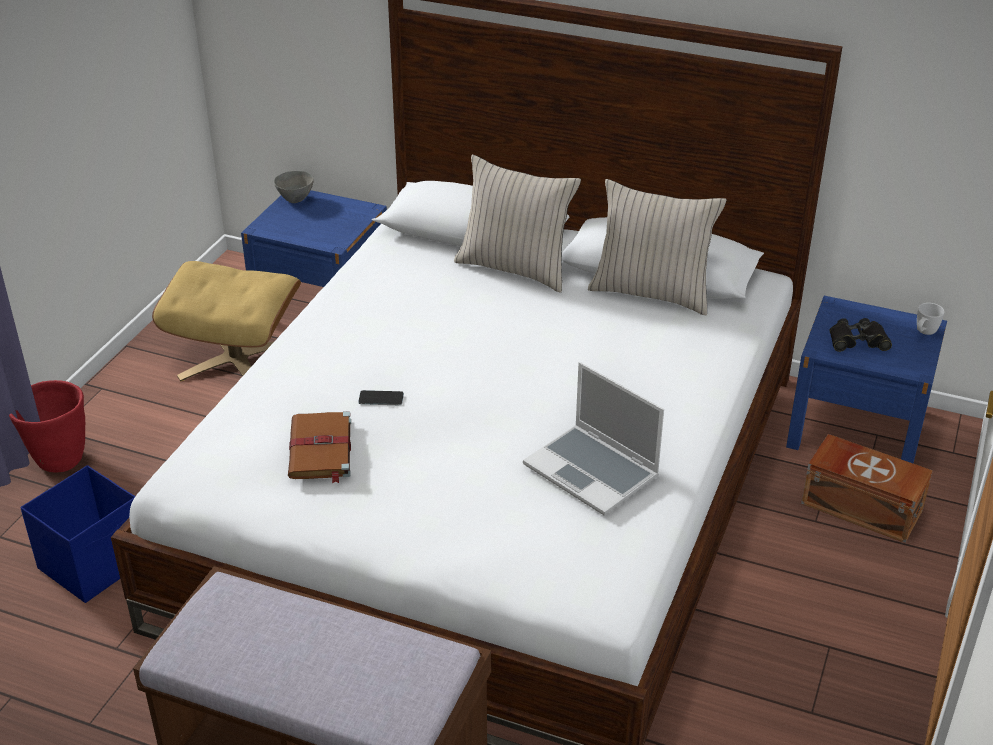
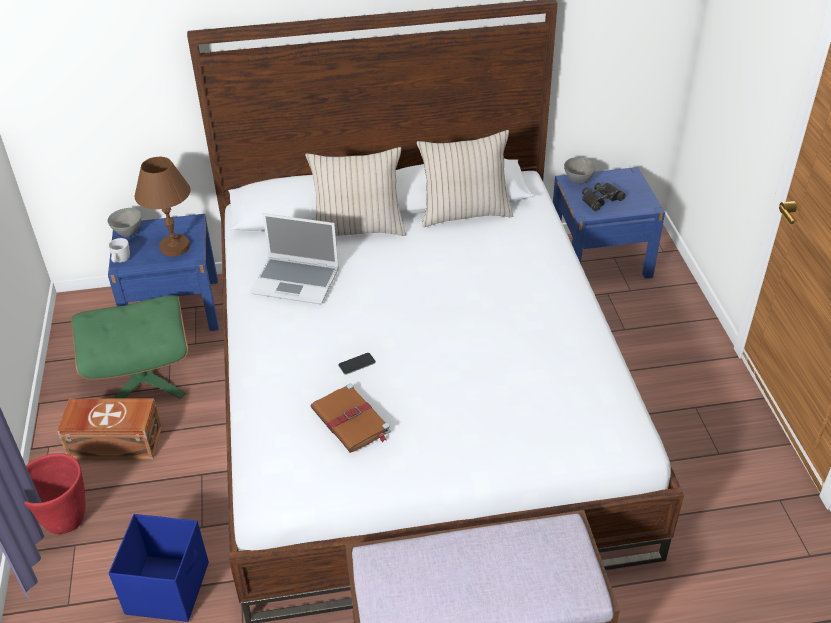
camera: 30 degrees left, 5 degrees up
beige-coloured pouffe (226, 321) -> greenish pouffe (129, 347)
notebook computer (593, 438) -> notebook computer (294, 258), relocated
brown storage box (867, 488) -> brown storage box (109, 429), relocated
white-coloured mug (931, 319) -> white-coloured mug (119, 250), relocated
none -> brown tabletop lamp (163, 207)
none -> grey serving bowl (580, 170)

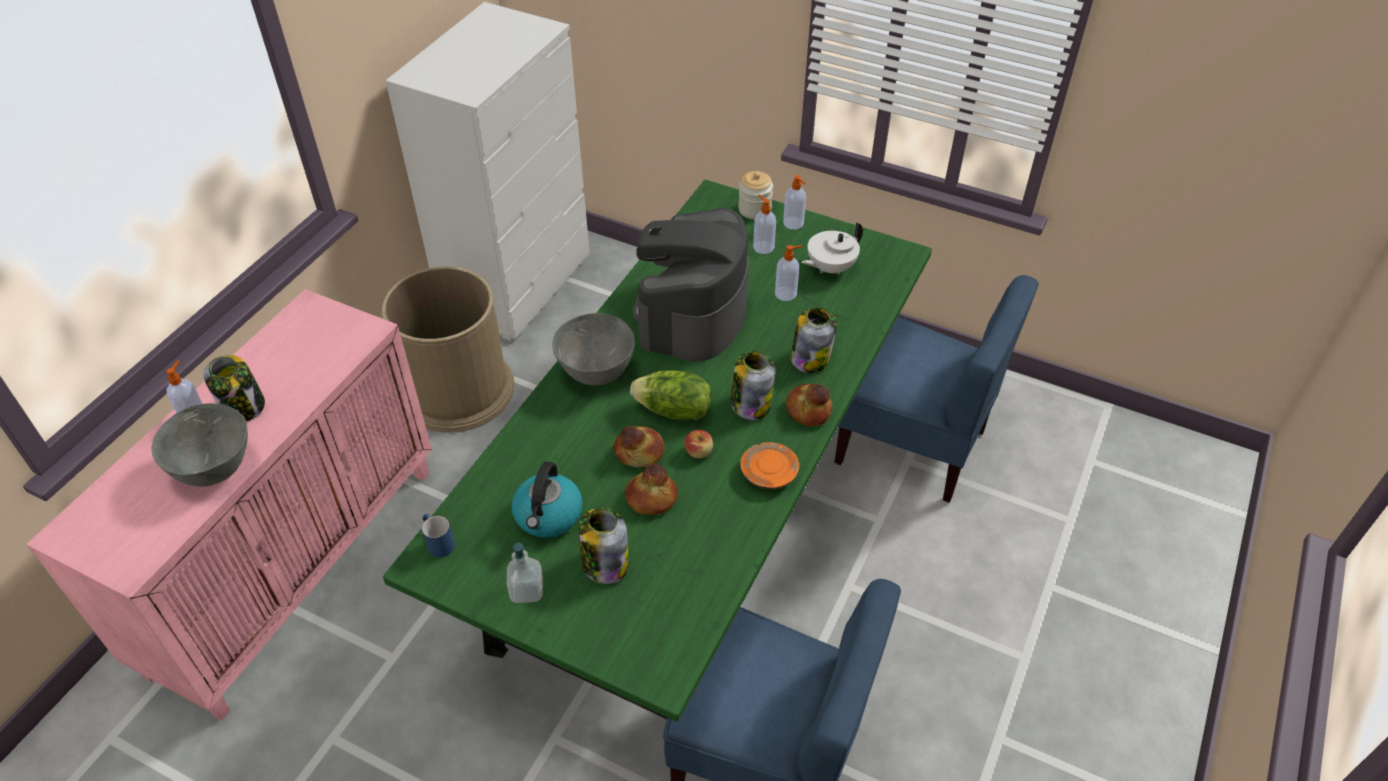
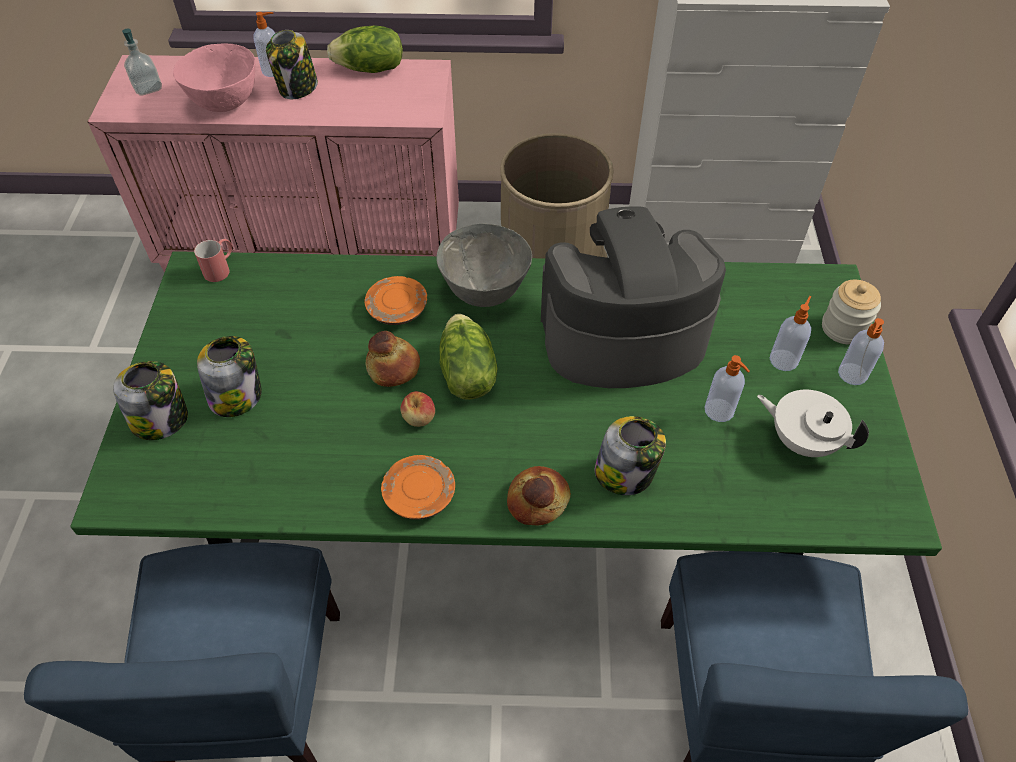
camera: 65 degrees right, 5 degrees up
grey serving bowl (199, 445) -> pink-coloured serving bowl (214, 78)
bluish mug (438, 535) -> red mug (213, 260)
liquid soap bottle (525, 573) -> liquid soap bottle (142, 62), relocated
kettle (547, 499) -> none
bakery bread (651, 489) -> none
jar (753, 385) -> jar (150, 400), relocated
none -> lettuce (365, 49)
none -> orangey dinner plate (396, 300)

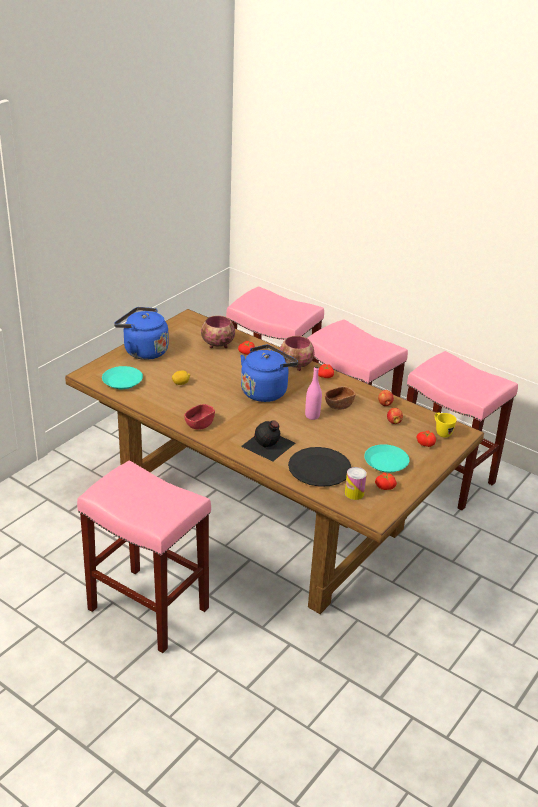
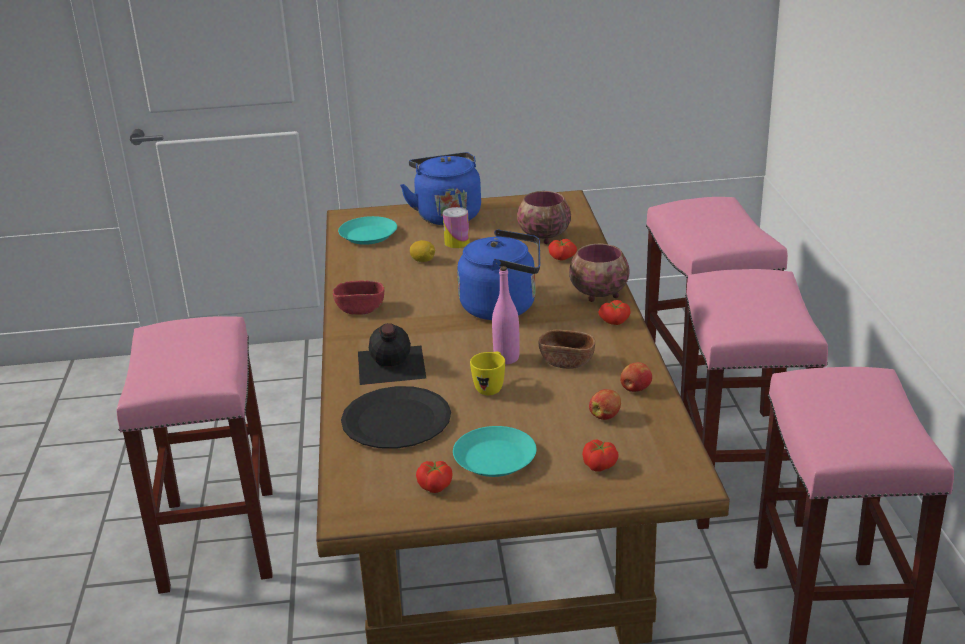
camera: 50 degrees right, 5 degrees down
can (356, 483) -> can (456, 227), relocated
yellowish mug (446, 424) -> yellowish mug (487, 373), relocated

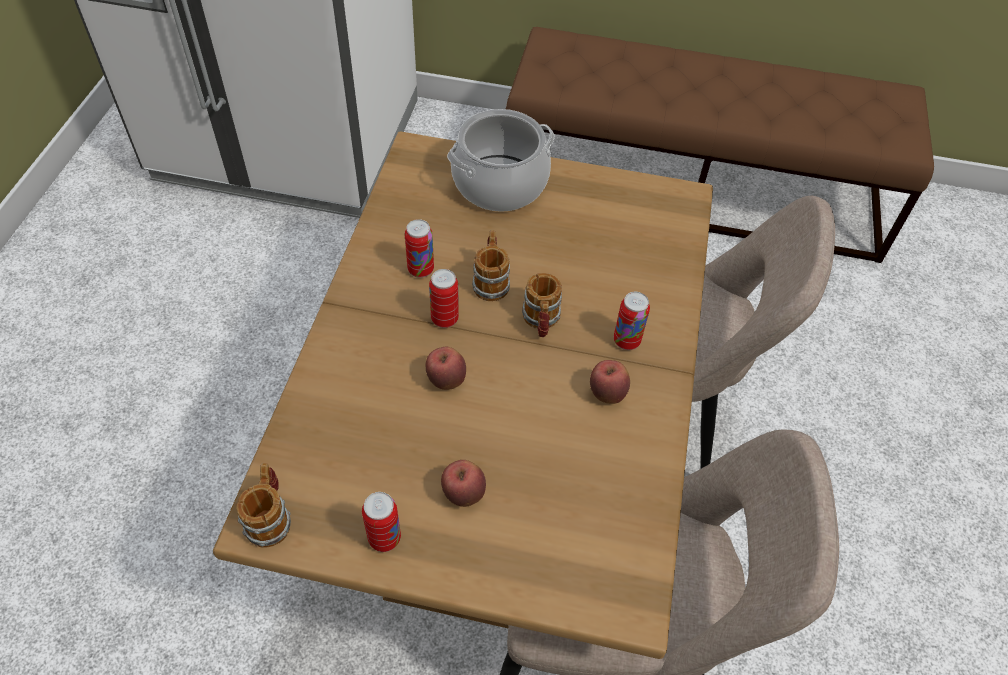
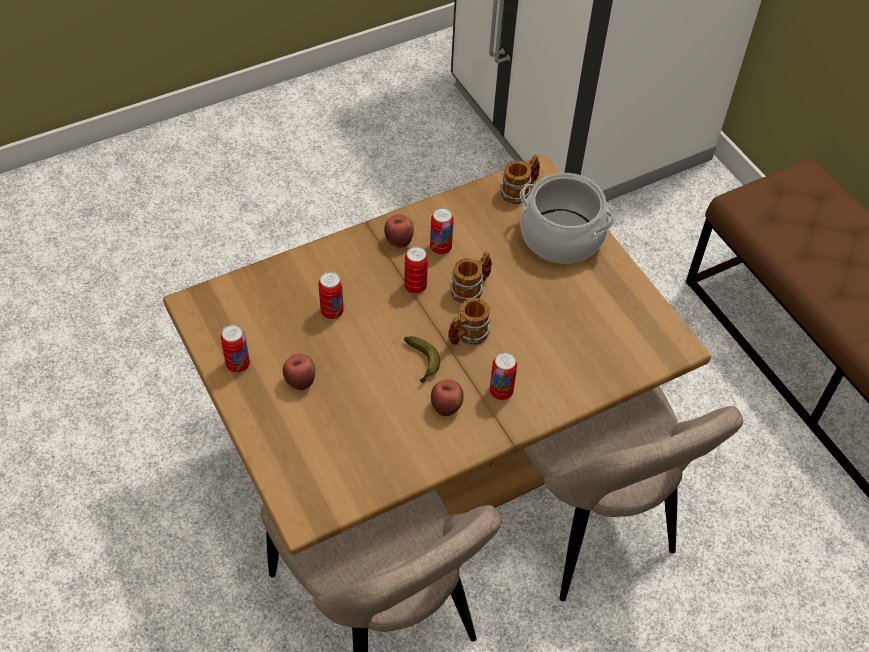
camera: 50 degrees right, 0 degrees up
mug (263, 505) -> mug (520, 179), relocated
apple (446, 368) -> apple (399, 231), relocated
none -> can (331, 295)
none -> whole banana (422, 360)

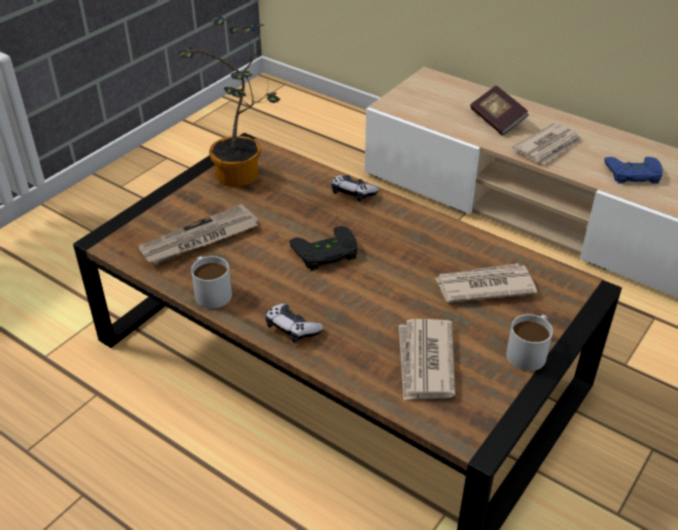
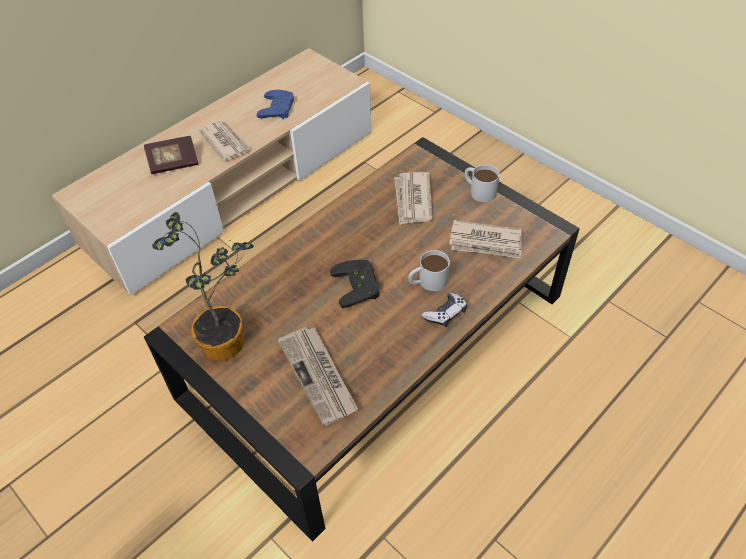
camera: 80 degrees left, 10 degrees up
white-coloured mug (211, 282) -> white-coloured mug (429, 270), relocated
gamepad (355, 188) -> none

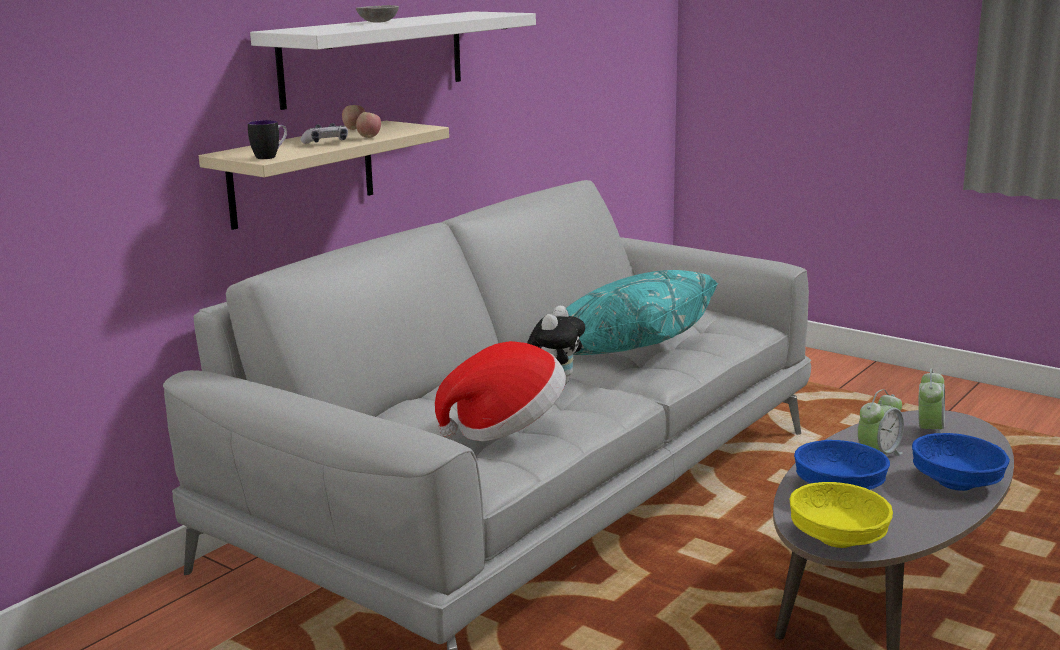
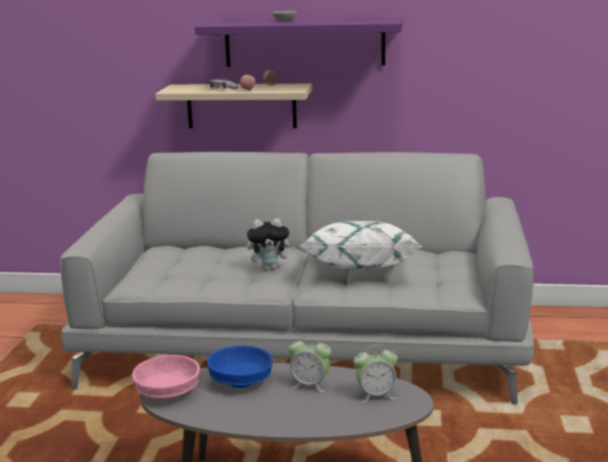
camera: 60 degrees right, 0 degrees up
mug (267, 139) -> none
white-coloured wall shelf (393, 60) -> purple-coloured wall shelf (299, 42)
wearable hat (500, 391) -> none
turquoise-coloured pillow (642, 312) -> white-coloured pillow (361, 245)
yellowish serving bowl (841, 515) -> pink-coloured serving bowl (166, 377)
bluish serving bowl (961, 462) -> none

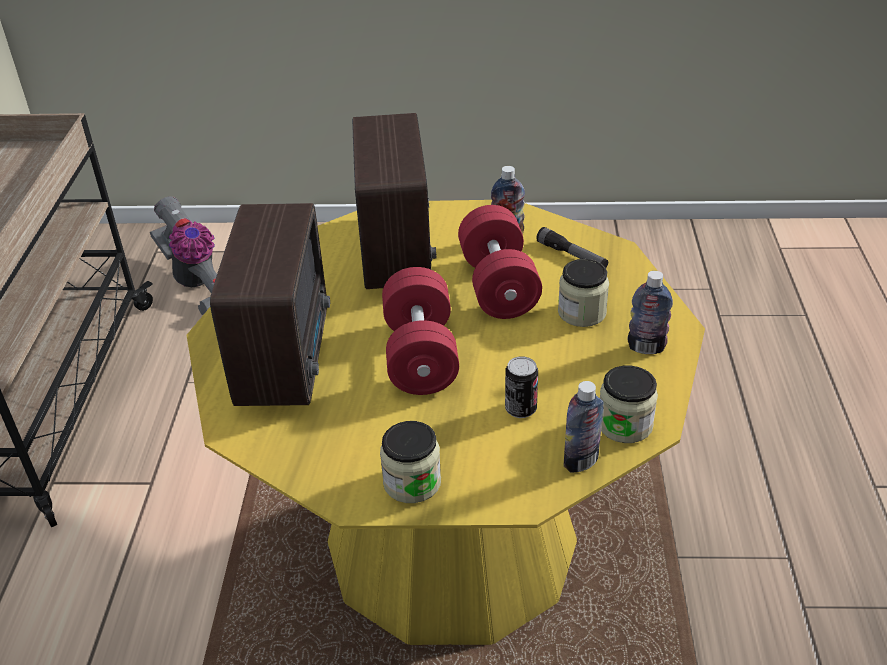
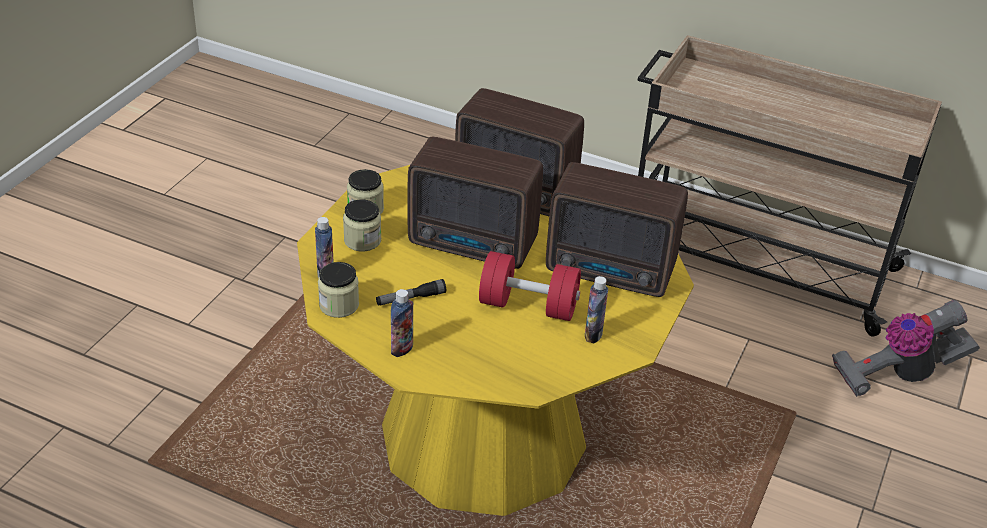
camera: 110 degrees right, 0 degrees up
red free weight (420, 331) -> radio (475, 203)
can (521, 387) -> none
flashlight (572, 247) -> flashlight (411, 292), relocated
jar (583, 293) -> jar (362, 225), relocated

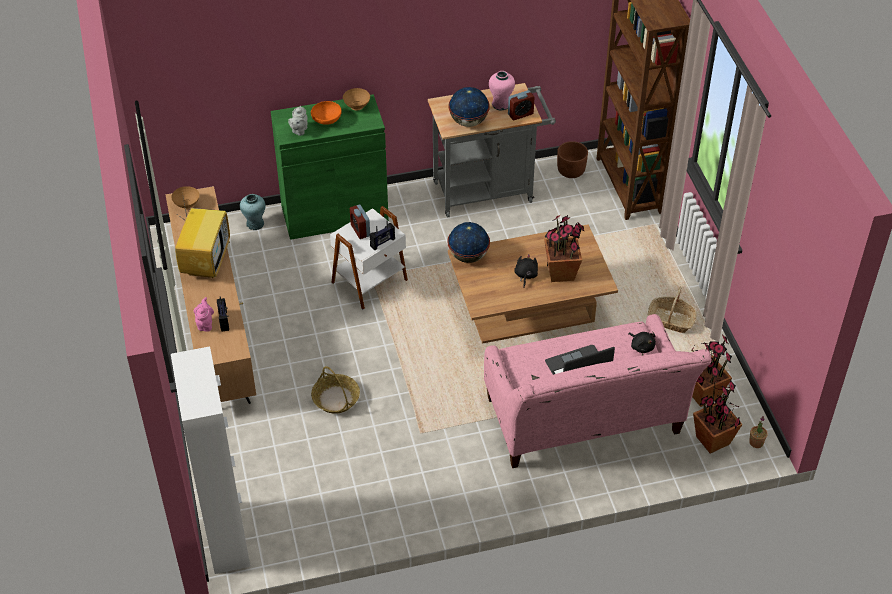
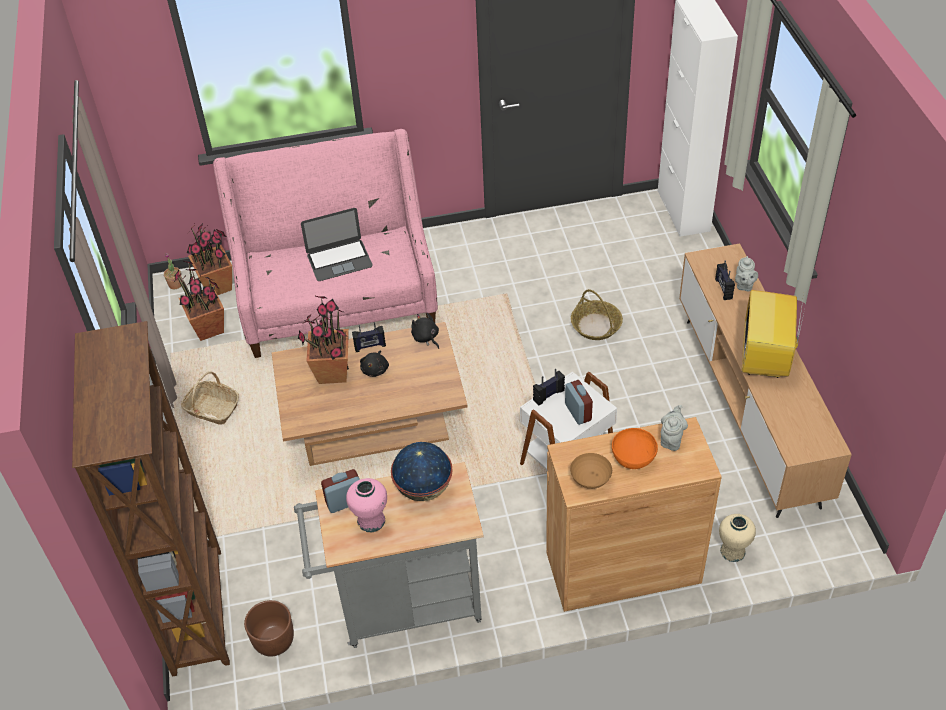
camera: 175 degrees left, 0 degrees up
brown serving bowl (185, 197) -> none
pink-coloured pot for tea (204, 314) -> grey pot for tea (746, 273)
turquoise-coloured flower vase (253, 212) -> beige-coloured flower vase (737, 538)
greenish cabinet (330, 167) -> brown cabinet (634, 514)
globe (468, 242) -> none
black soft toy (642, 342) -> black soft toy (425, 331), relocated
none -> radio (369, 337)

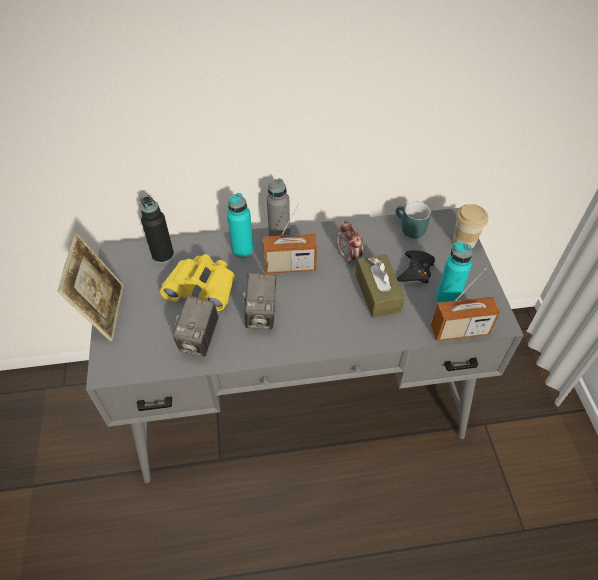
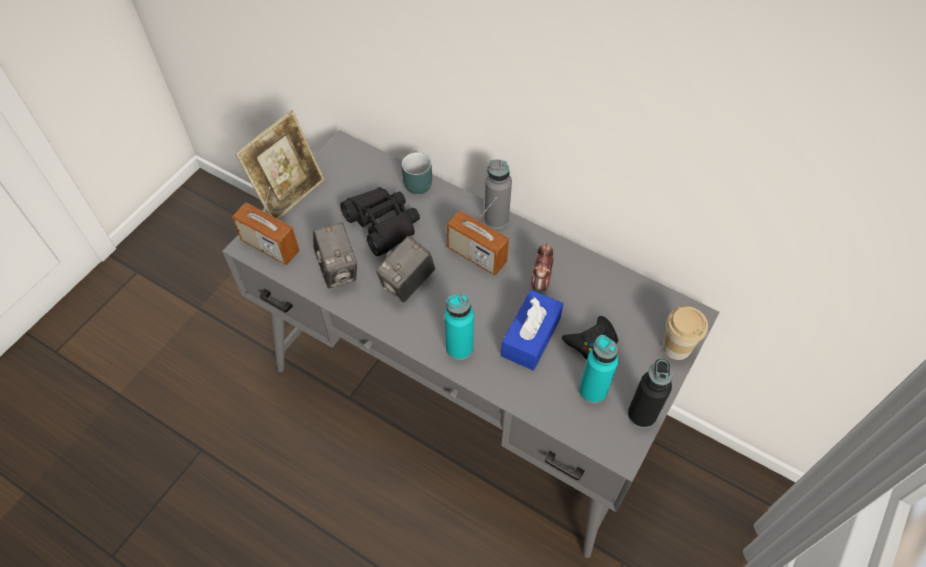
camera: 40 degrees right, 5 degrees up
black drink bottle (157, 229) -> black drink bottle (650, 393), relocated
yellowish field glasses (197, 282) -> black field glasses (380, 221)
still camera (196, 326) -> still camera (335, 255), 75 degrees counterclockwise
turquoise-coloured drink bottle (240, 226) -> turquoise-coloured drink bottle (459, 327), relocated
brown tissue holder (380, 286) -> bluish tissue holder (532, 330)
turquoise-coloured mug (413, 220) -> turquoise-coloured mug (416, 172), relocated
radio (465, 304) -> radio (266, 226), relocated

